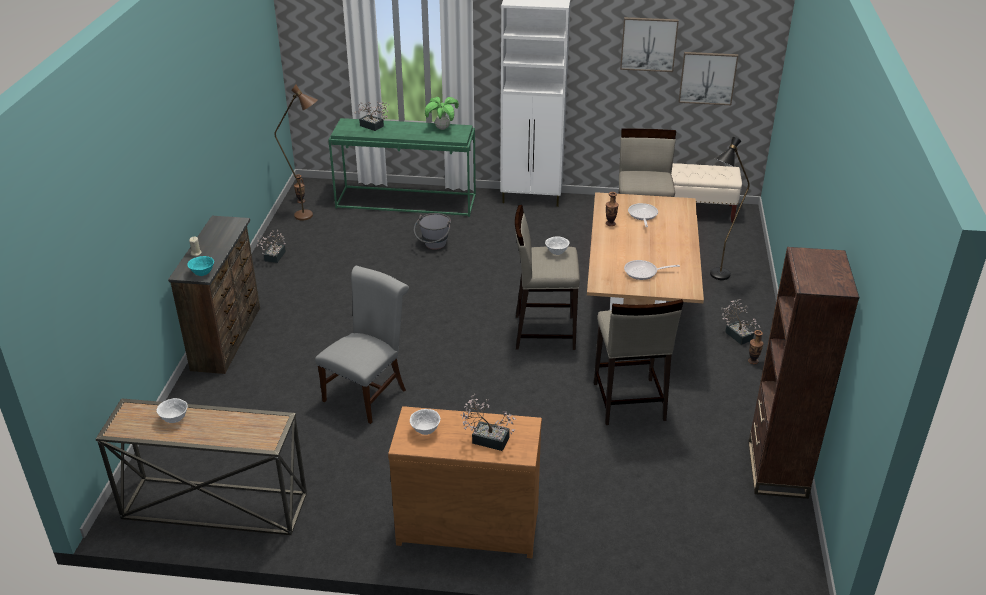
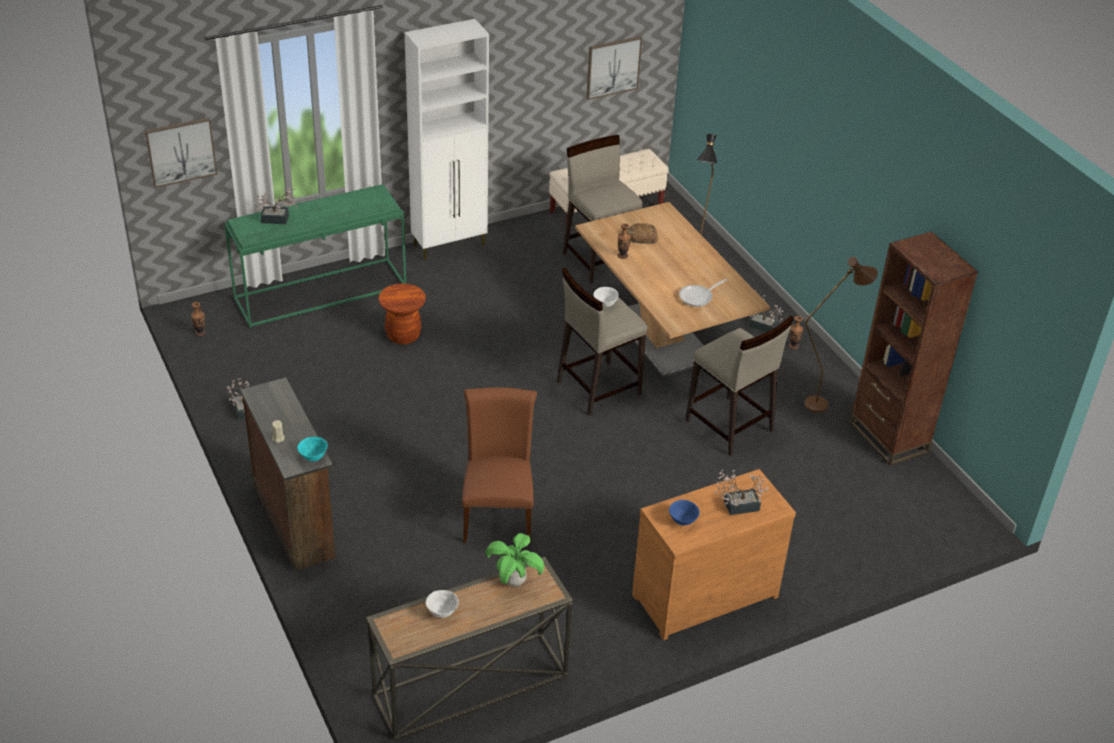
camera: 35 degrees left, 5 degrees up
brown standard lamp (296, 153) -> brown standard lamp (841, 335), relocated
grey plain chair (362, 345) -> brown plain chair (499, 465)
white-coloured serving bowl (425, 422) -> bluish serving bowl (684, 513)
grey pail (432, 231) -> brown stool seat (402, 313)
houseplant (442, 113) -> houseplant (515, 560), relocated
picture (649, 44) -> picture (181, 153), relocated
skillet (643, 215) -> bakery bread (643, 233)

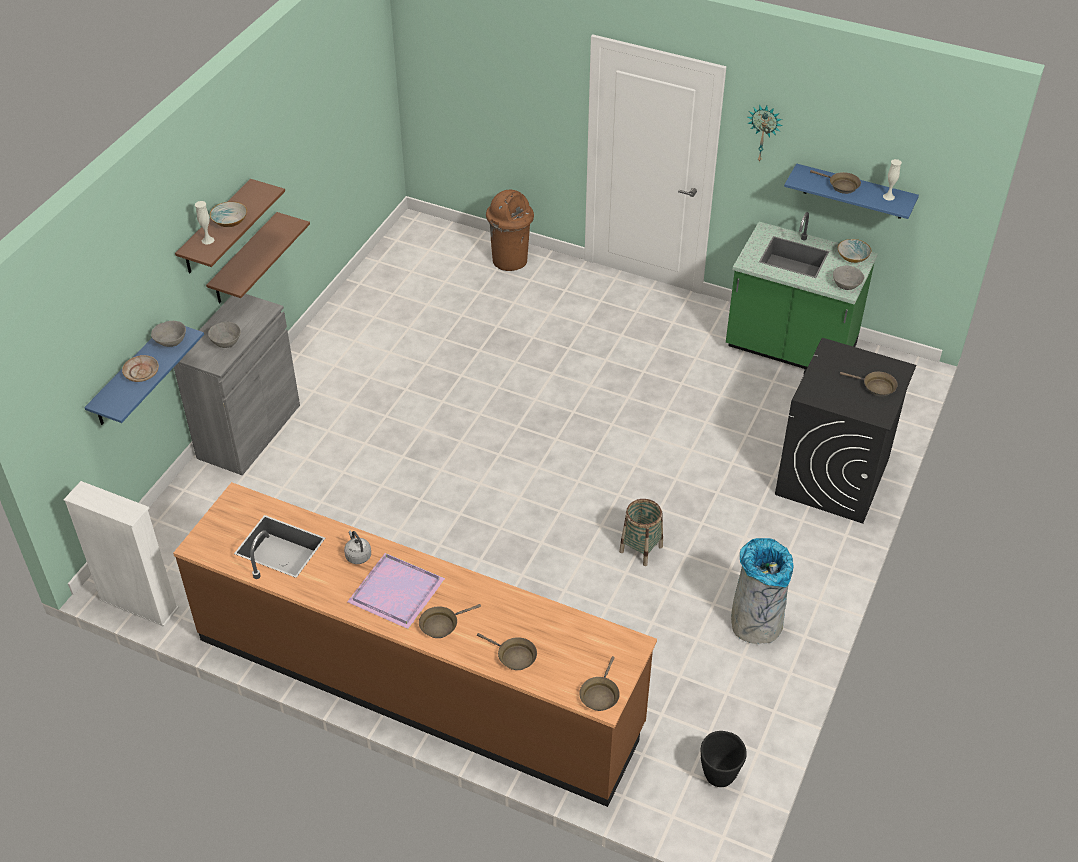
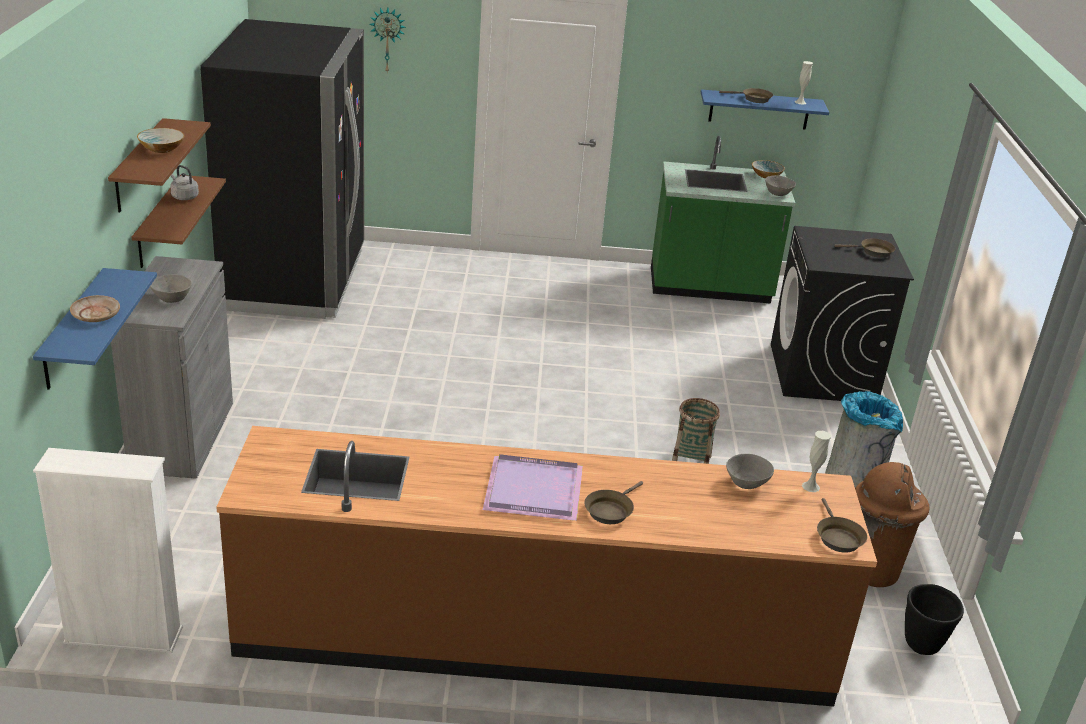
camera: 25 degrees left, 15 degrees down
grey serving bowl (168, 334) -> grey serving bowl (750, 471), relocated
white-coloured flower vase (204, 223) -> white-coloured flower vase (816, 461), relocated
grey kettle (357, 547) -> grey kettle (184, 182), relocated
brown skillet (507, 651) -> none
brown rubbish bin (510, 230) -> brown rubbish bin (892, 524), relocated
hanging clock (764, 133) -> hanging clock (387, 40), relocated
none -> black fridge (282, 169)

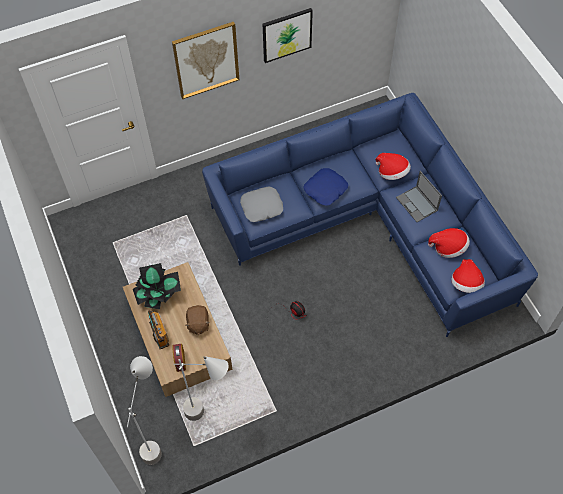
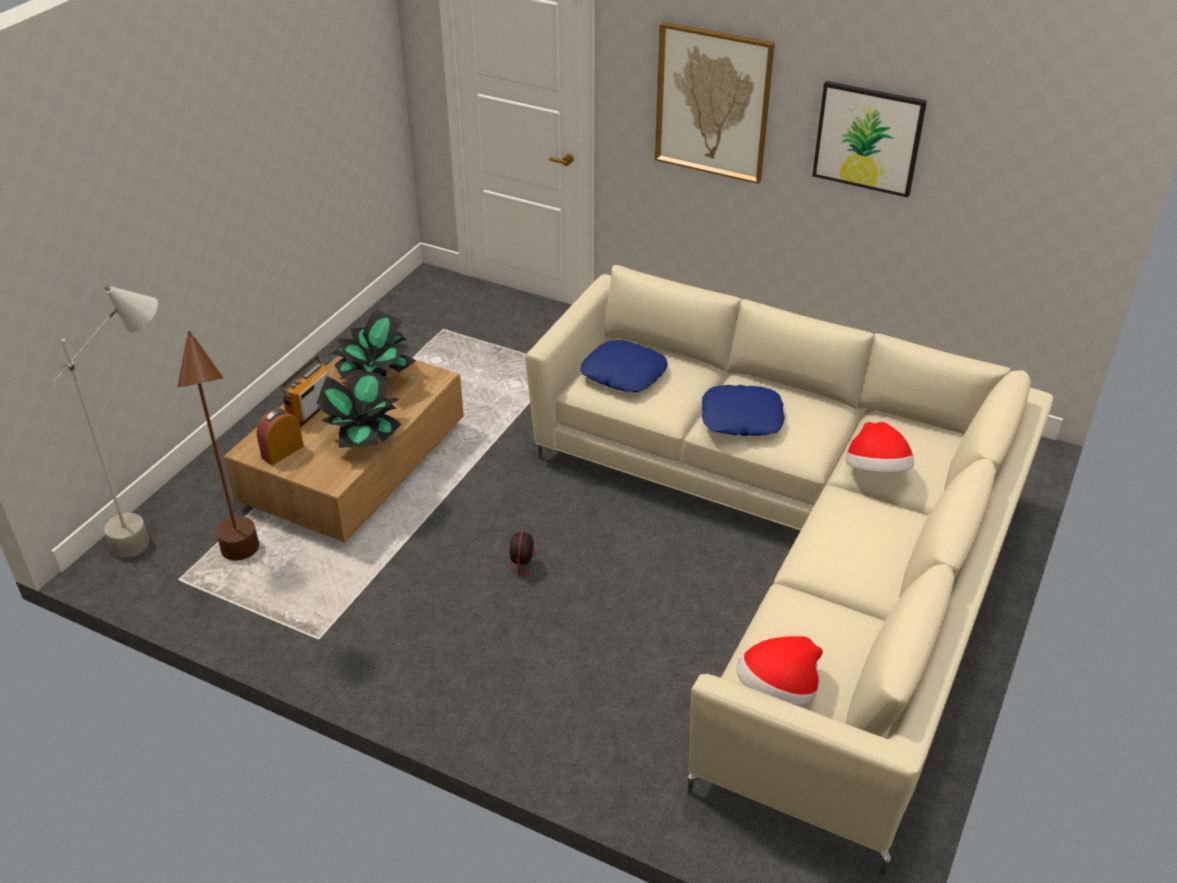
camera: 50 degrees right, 20 degrees down
grey standard lamp (201, 388) -> brown standard lamp (218, 445)
brown soft toy (197, 320) -> houseplant (359, 408)
bluish settee (370, 215) -> beige-coloured settee (789, 570)
grey pillow (261, 204) -> bluish pillow (624, 366)
notebook computer (419, 196) -> none
wearable hat (449, 243) -> none

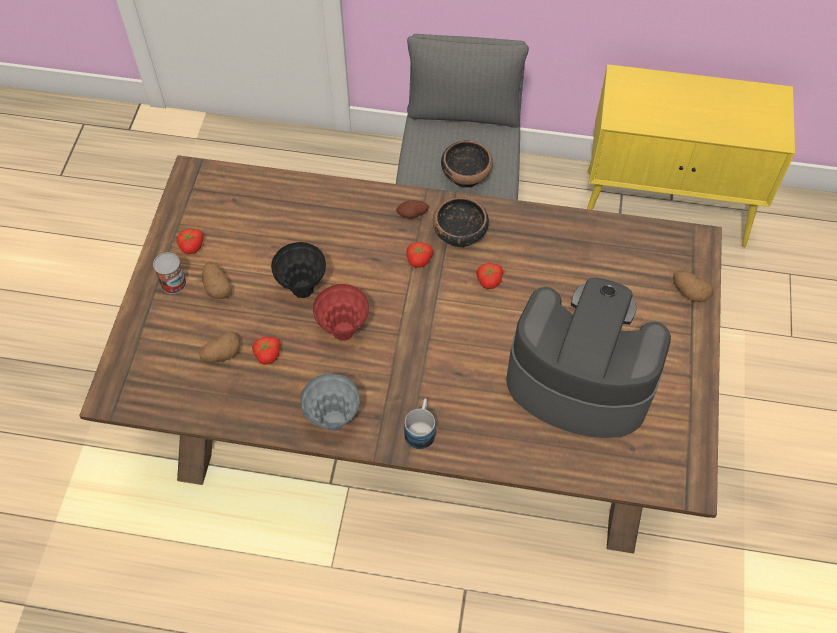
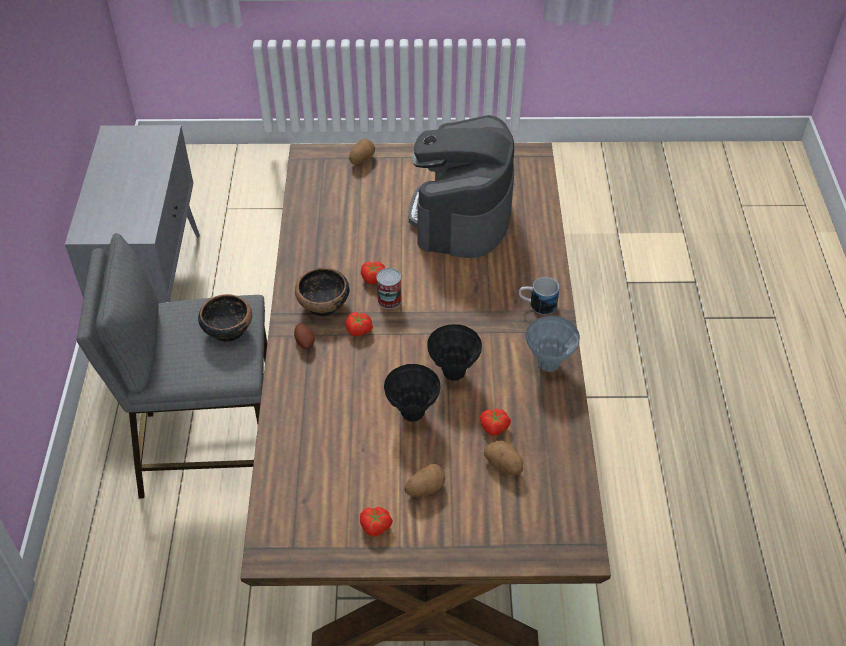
camera: 100 degrees left, 10 degrees down
can (170, 273) -> can (389, 288), relocated
red flower vase (341, 312) -> black flower vase (454, 352)
yellowish cabinet (691, 155) -> grey cabinet (132, 214)

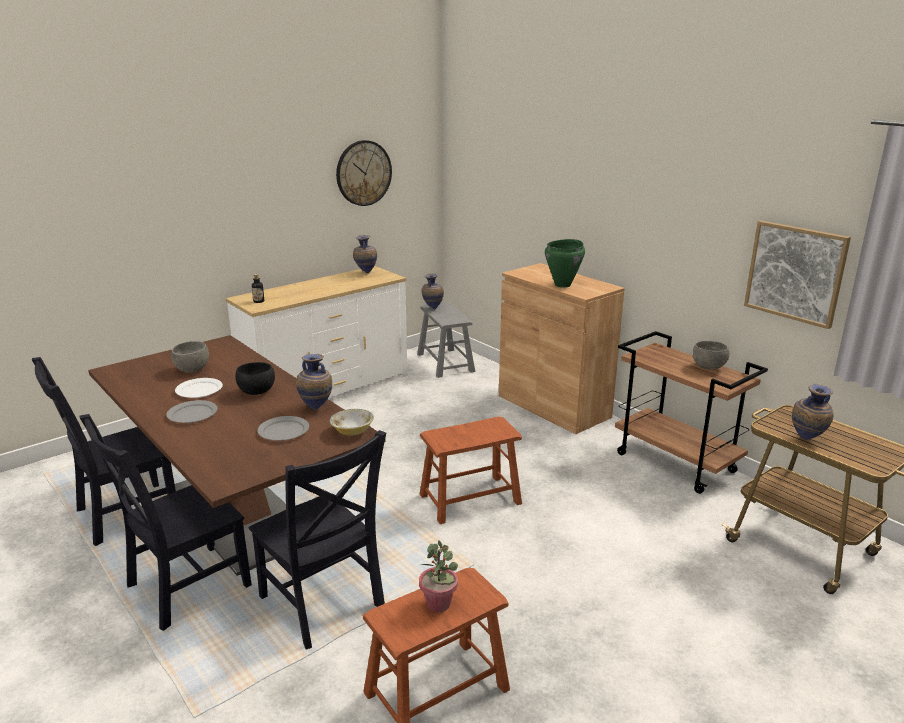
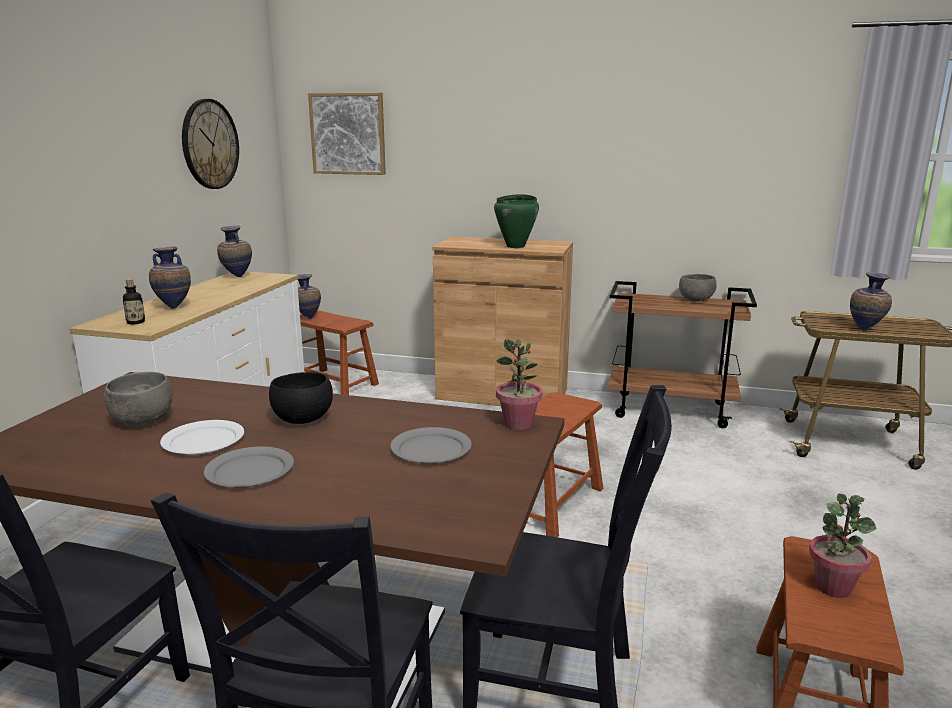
camera: 35 degrees left, 5 degrees down
flower vase (314, 382) -> flower vase (170, 277), relocated
serving bowl (352, 422) -> houseplant (519, 384)
grey stool seat (446, 340) -> brown stool seat (339, 353)
picture (797, 274) -> picture (347, 134), relocated

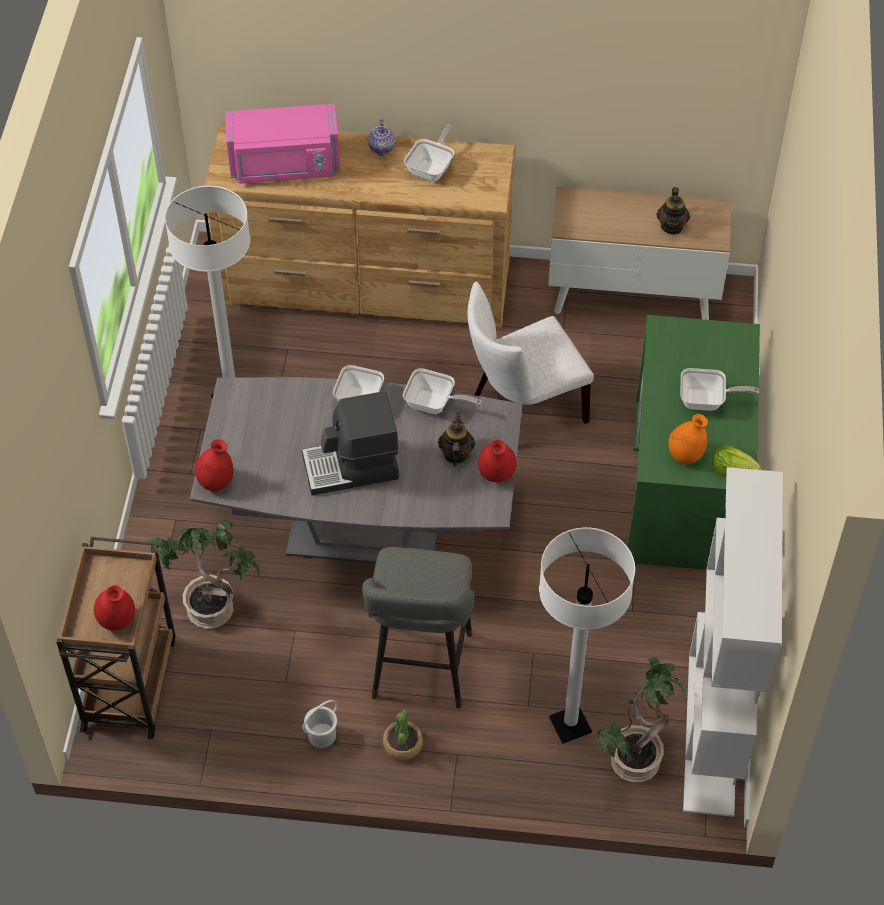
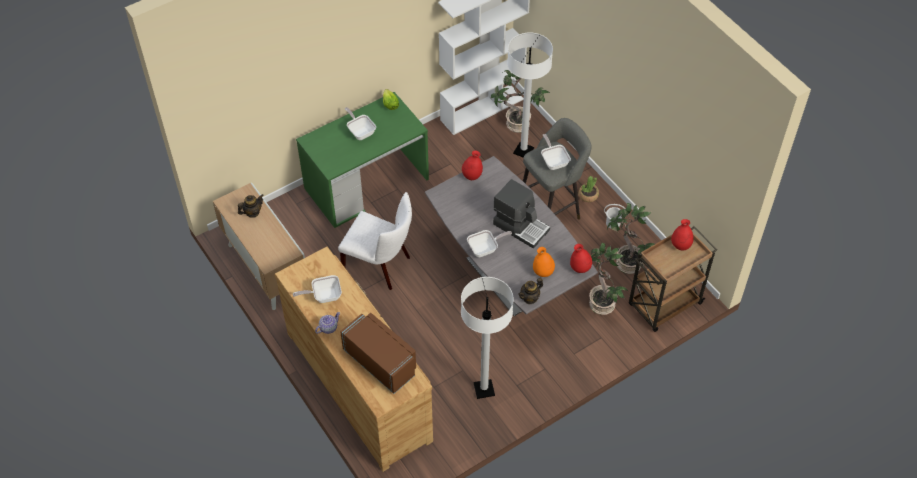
camera: 130 degrees left, 0 degrees up
pink-coloured microwave (282, 144) -> brown microwave (378, 353)
skillet (442, 391) -> skillet (556, 152), relocated
pot for tea (456, 440) -> pot for tea (530, 291), relocated
orangey flower vase (688, 439) -> orangey flower vase (544, 262), relocated
none -> houseplant (631, 238)

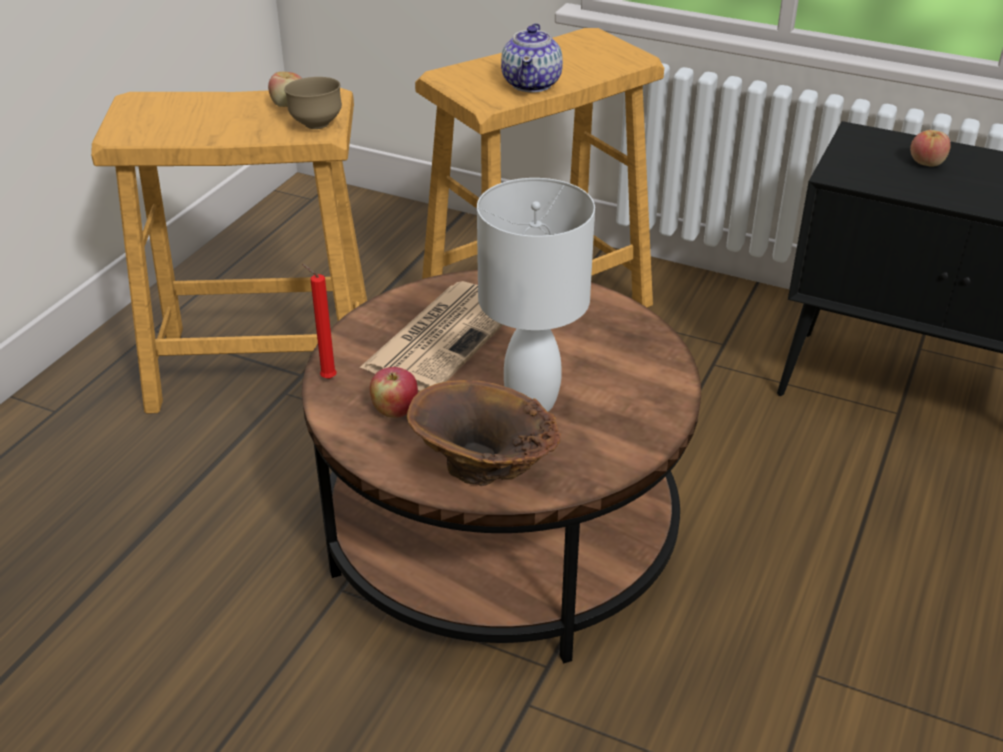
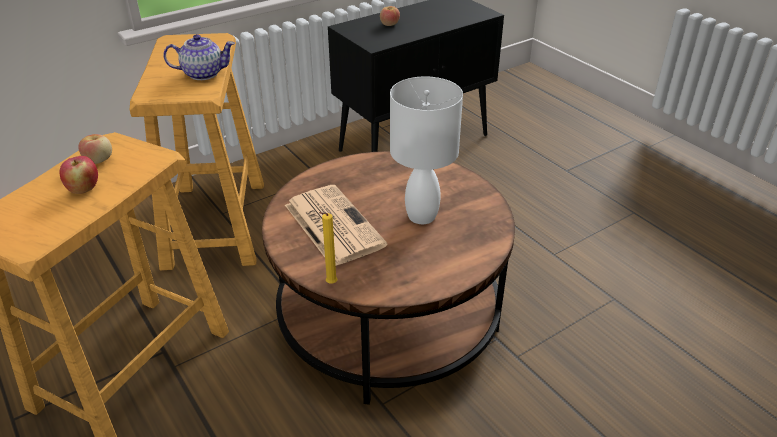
camera: 60 degrees left, 0 degrees up
brown serving bowl (313, 103) -> none
red wax candle (319, 321) -> yellowish wax candle (328, 248)
apple (394, 392) -> apple (79, 175), relocated
brown flower vase (484, 433) -> none
pot for tea (532, 57) -> pot for tea (199, 57), 45 degrees counterclockwise

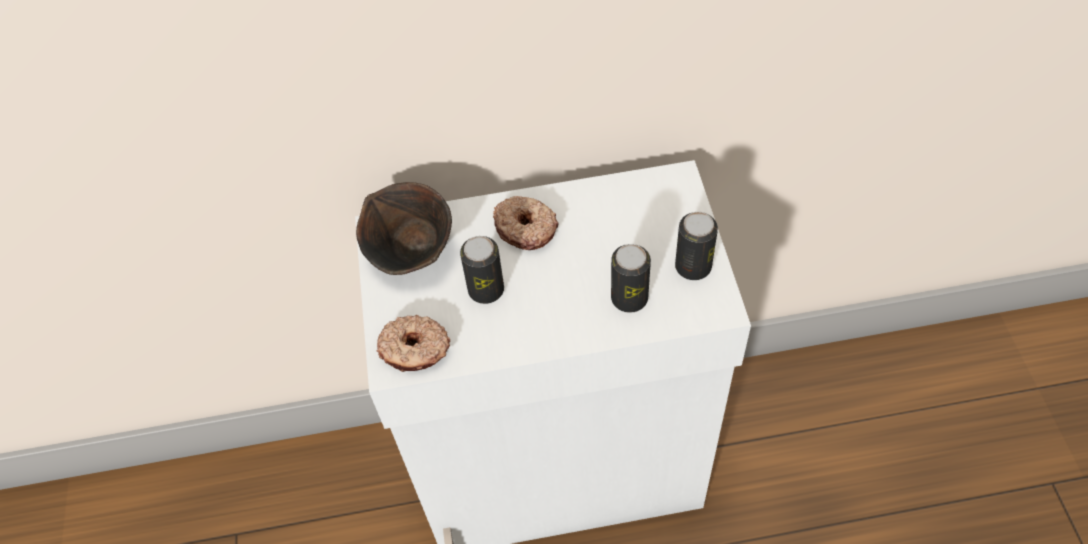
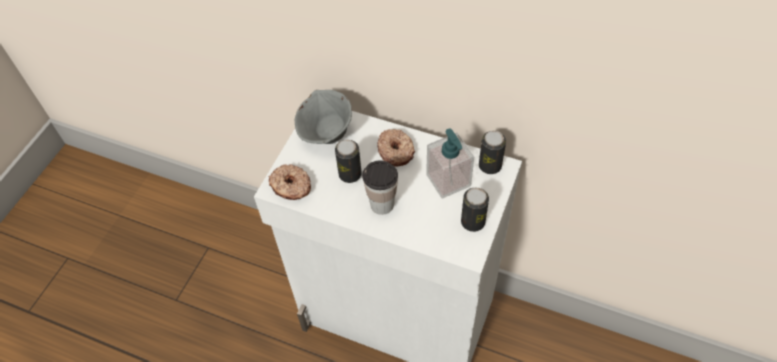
camera: 30 degrees right, 0 degrees up
brown serving bowl (404, 228) -> grey serving bowl (323, 117)
can (631, 278) -> can (492, 152), relocated
none -> small cup (380, 187)
none -> liquid soap bottle (450, 164)

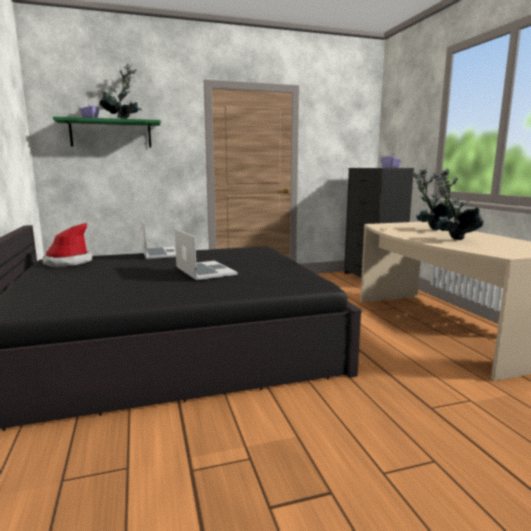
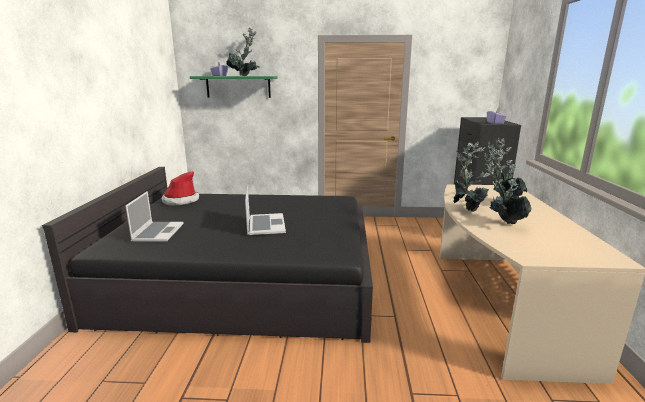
camera: 20 degrees right, 5 degrees up
notebook computer (158, 238) -> notebook computer (154, 216), relocated
none -> houseplant (471, 177)

